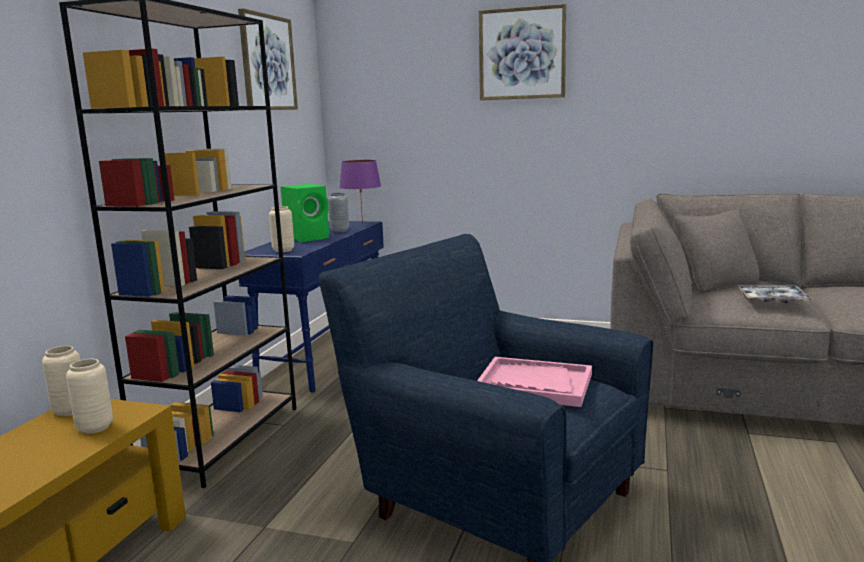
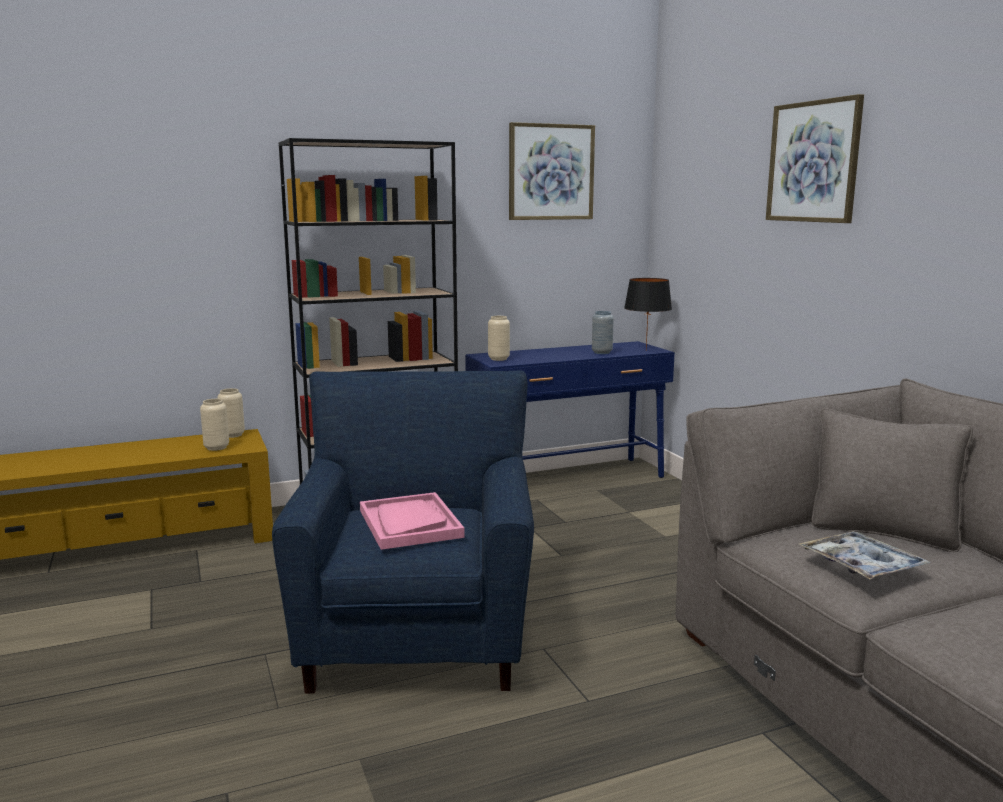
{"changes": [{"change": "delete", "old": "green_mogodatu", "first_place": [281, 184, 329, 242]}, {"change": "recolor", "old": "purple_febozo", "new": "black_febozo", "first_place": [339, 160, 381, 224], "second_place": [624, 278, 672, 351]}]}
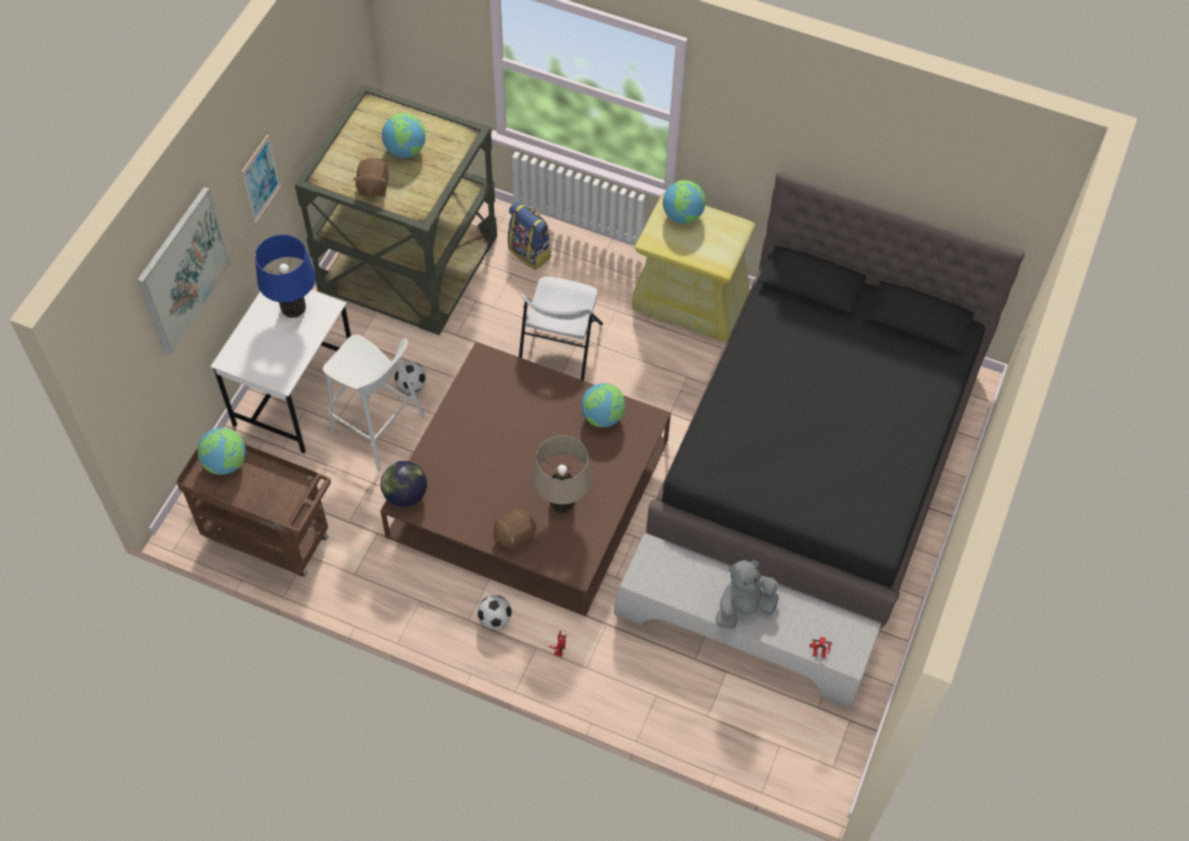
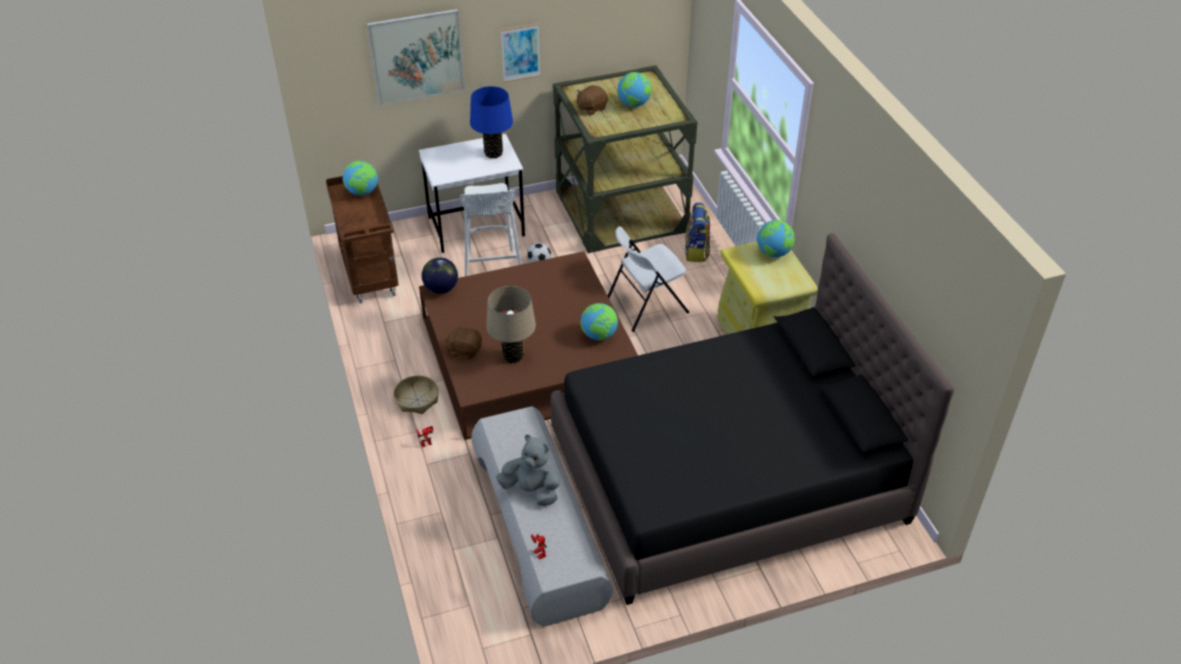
{"changes": [{"change": "replace", "old": "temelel", "new": "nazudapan", "first_place": [477, 595, 512, 630], "second_place": [393, 375, 439, 414]}]}
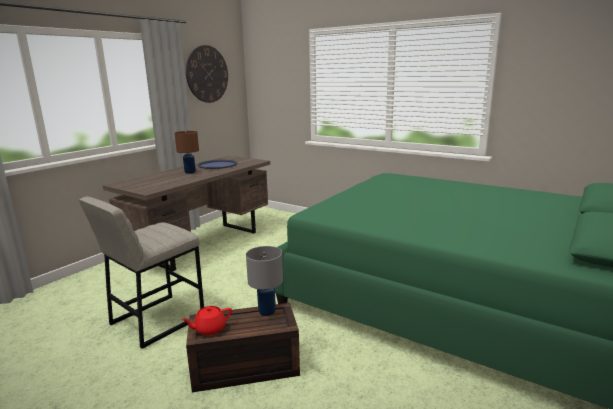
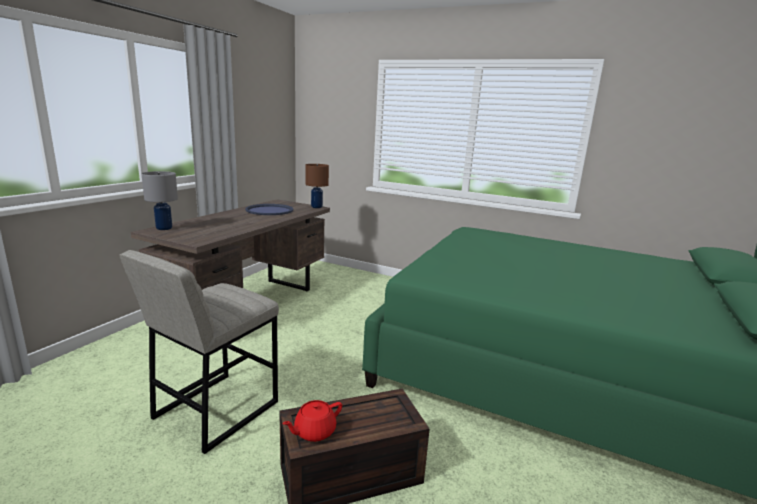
{"changes": [{"change": "delete", "old": "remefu", "first_place": [186, 45, 228, 103]}, {"change": "move", "old": "brown_febozo", "first_place": [175, 131, 199, 174], "second_place": [306, 164, 329, 208]}, {"change": "move", "old": "grey_febozo", "first_place": [246, 246, 283, 316], "second_place": [141, 171, 178, 230]}]}
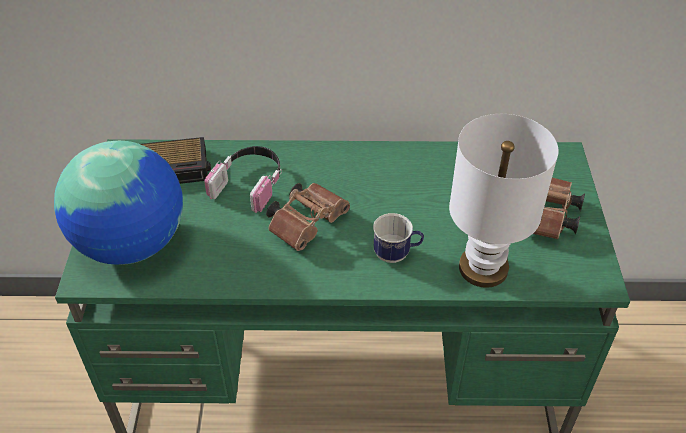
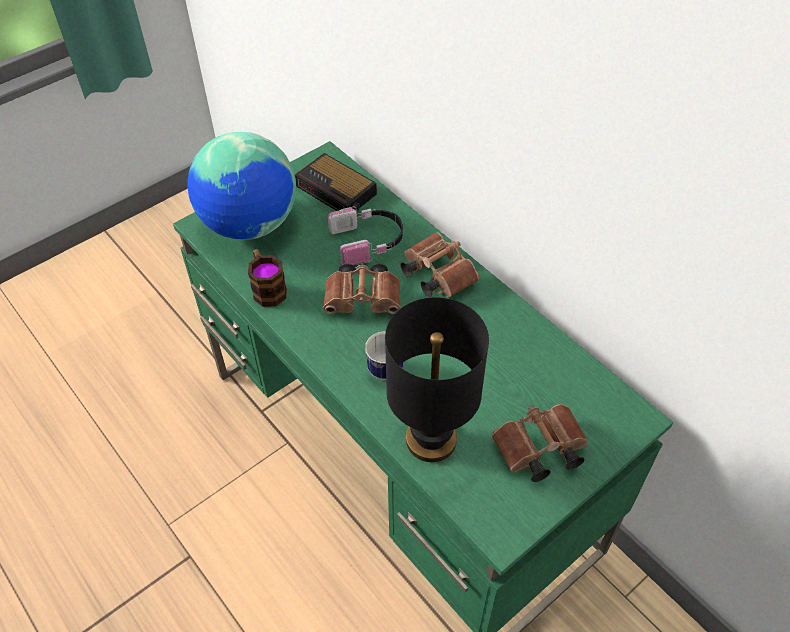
{"changes": [{"change": "insert", "new": "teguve", "second_place": [248, 249, 287, 307]}, {"change": "insert", "new": "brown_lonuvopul", "second_place": [401, 233, 479, 297]}, {"change": "recolor", "old": "white_febozo", "new": "black_febozo", "first_place": [449, 114, 559, 288], "second_place": [385, 297, 489, 462]}]}
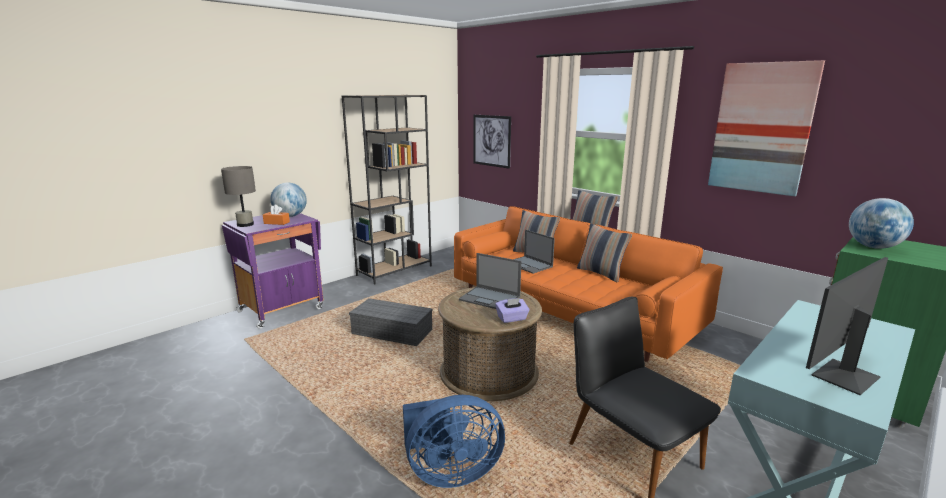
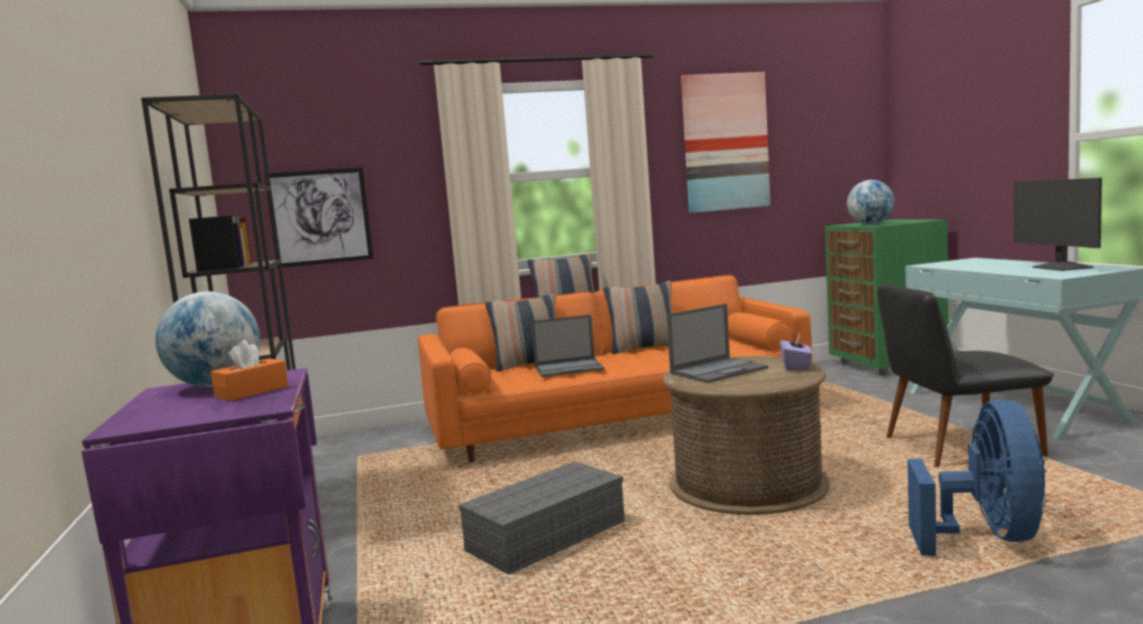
{"changes": [{"change": "delete", "old": "grey_febozo", "first_place": [221, 166, 256, 227]}]}
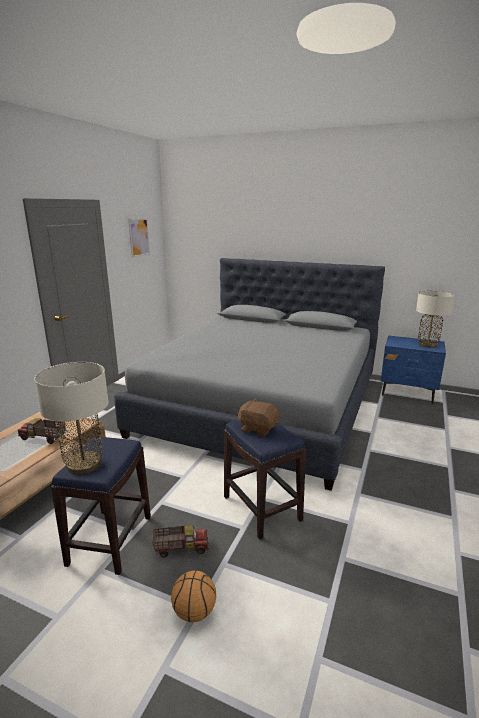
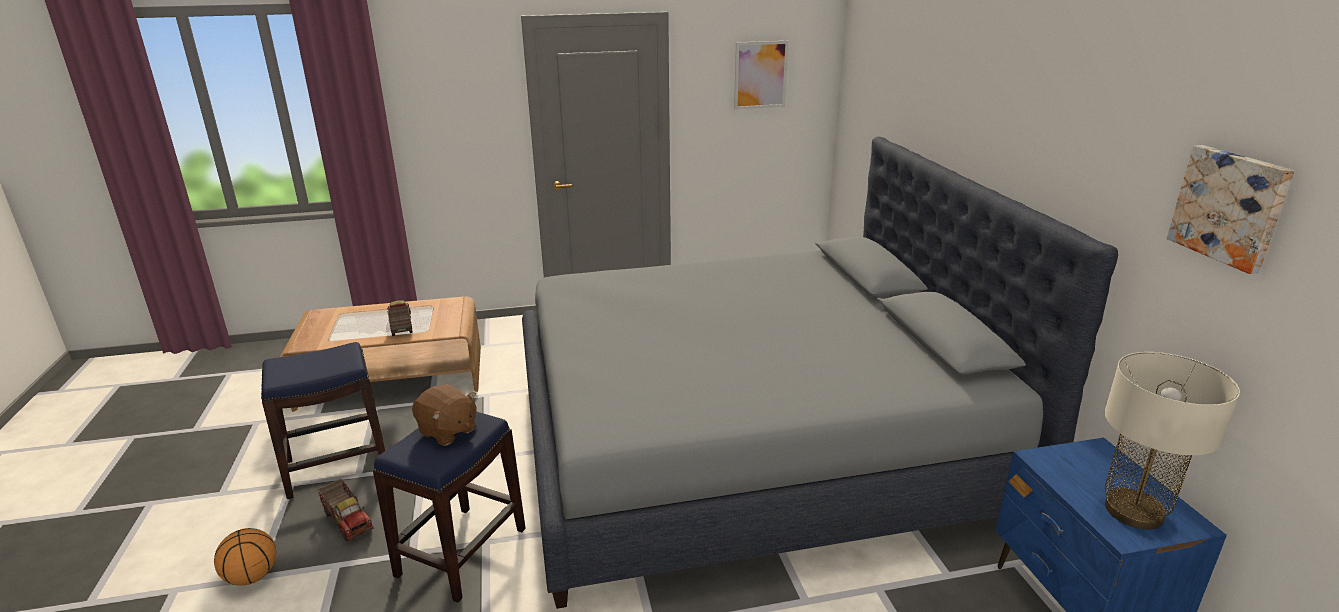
{"changes": [{"change": "delete", "old": "febozo", "first_place": [34, 362, 109, 475]}, {"change": "insert", "new": "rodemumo", "second_place": [1167, 145, 1295, 274]}, {"change": "rotate", "old": "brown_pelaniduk", "first_place": [237, 399, 279, 437], "second_place": [412, 384, 477, 446], "degrees": 135}]}
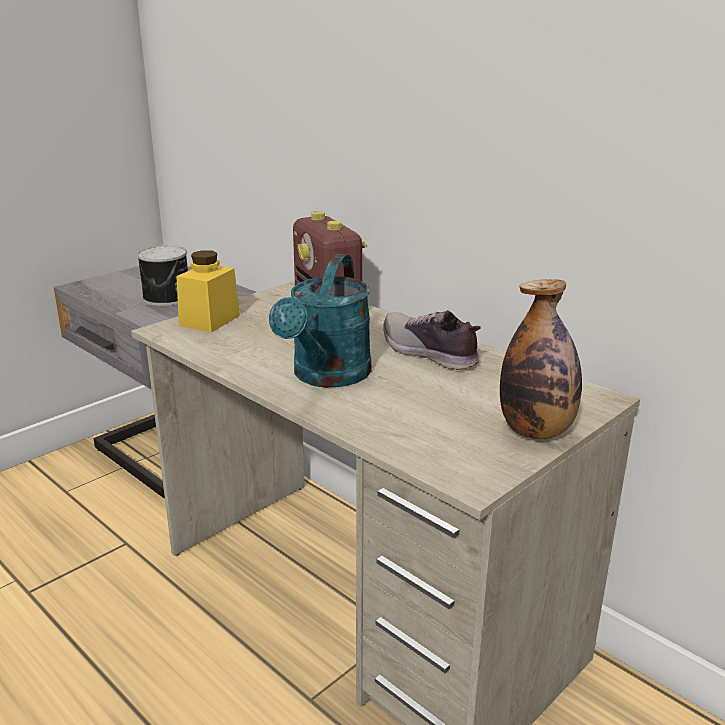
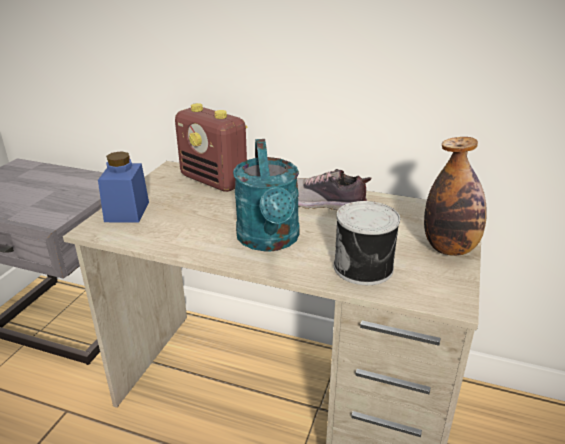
{"changes": [{"change": "move", "old": "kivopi", "first_place": [137, 245, 188, 306], "second_place": [334, 201, 400, 285]}, {"change": "recolor", "old": "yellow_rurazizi", "new": "blue_rurazizi", "first_place": [177, 250, 240, 332], "second_place": [98, 151, 149, 222]}]}
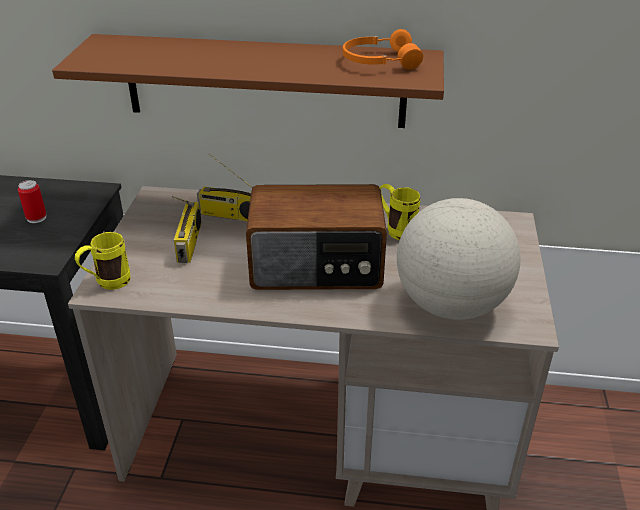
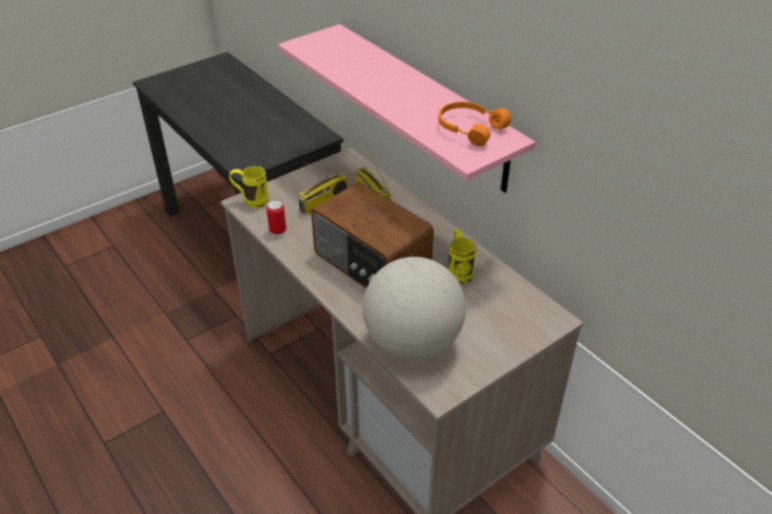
{"changes": [{"change": "move", "old": "kivopi", "first_place": [18, 180, 46, 223], "second_place": [266, 200, 286, 236]}, {"change": "recolor", "old": "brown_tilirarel", "new": "pink_tilirarel", "first_place": [52, 34, 444, 128], "second_place": [278, 24, 536, 193]}]}
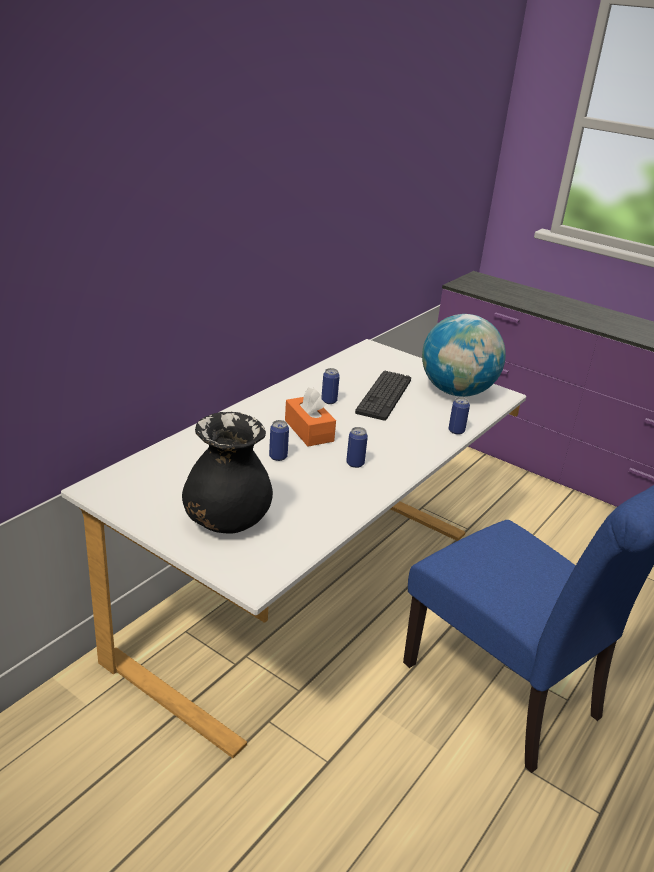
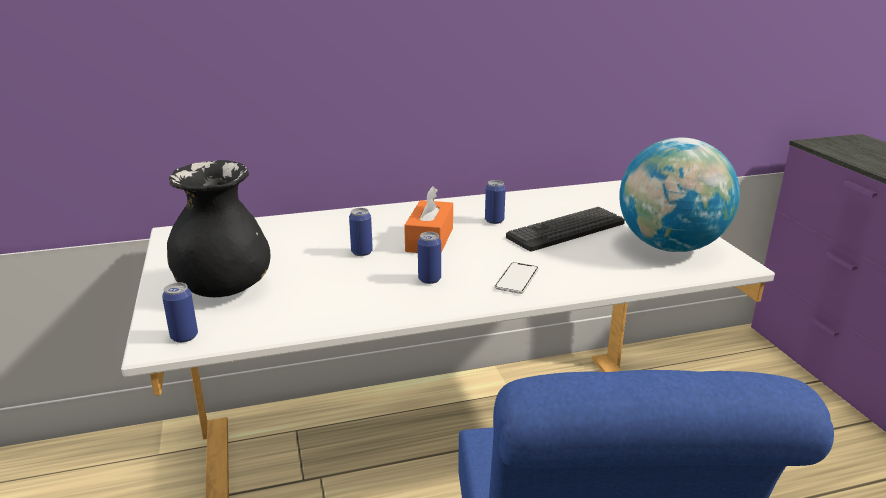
{"changes": [{"change": "insert", "new": "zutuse", "second_place": [494, 262, 539, 294]}, {"change": "move", "old": "kivopi", "first_place": [449, 397, 470, 435], "second_place": [162, 282, 198, 343]}]}
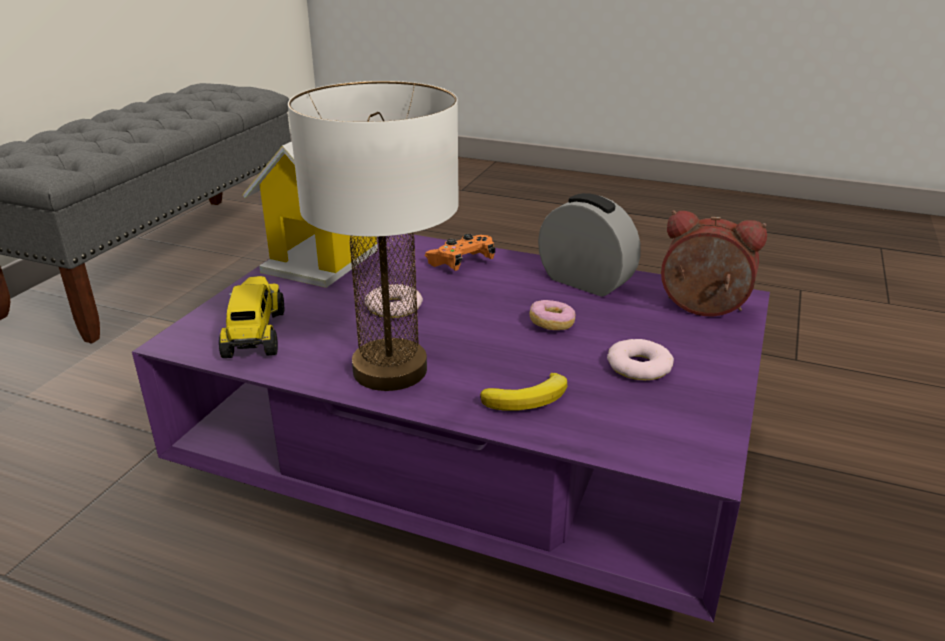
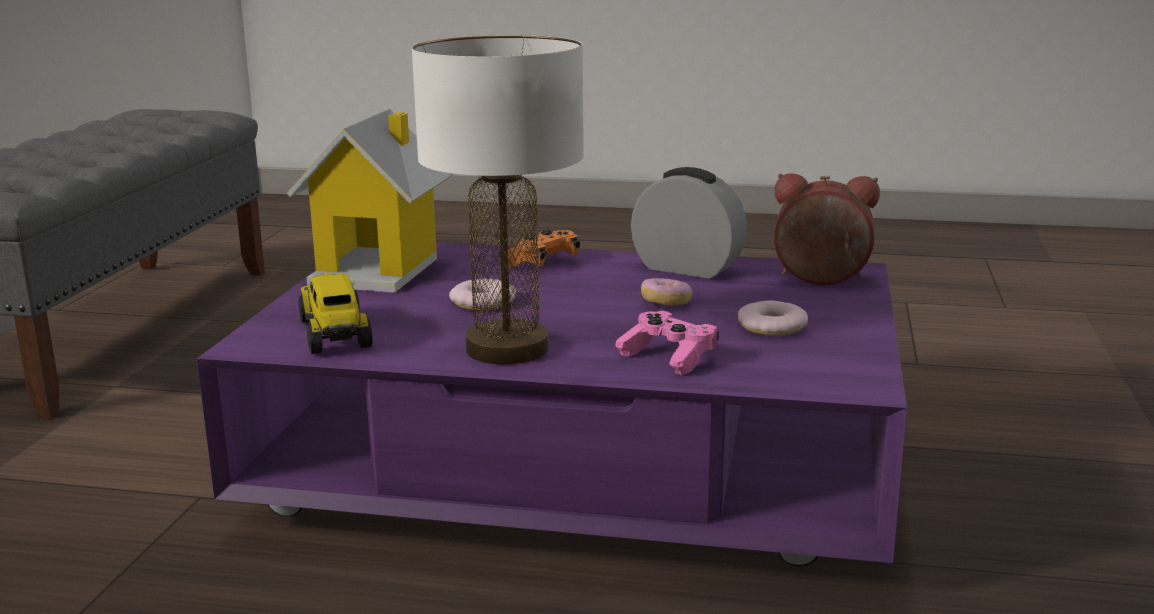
{"changes": [{"change": "replace", "old": "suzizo", "new": "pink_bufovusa", "first_place": [480, 373, 567, 411], "second_place": [615, 311, 719, 375]}]}
